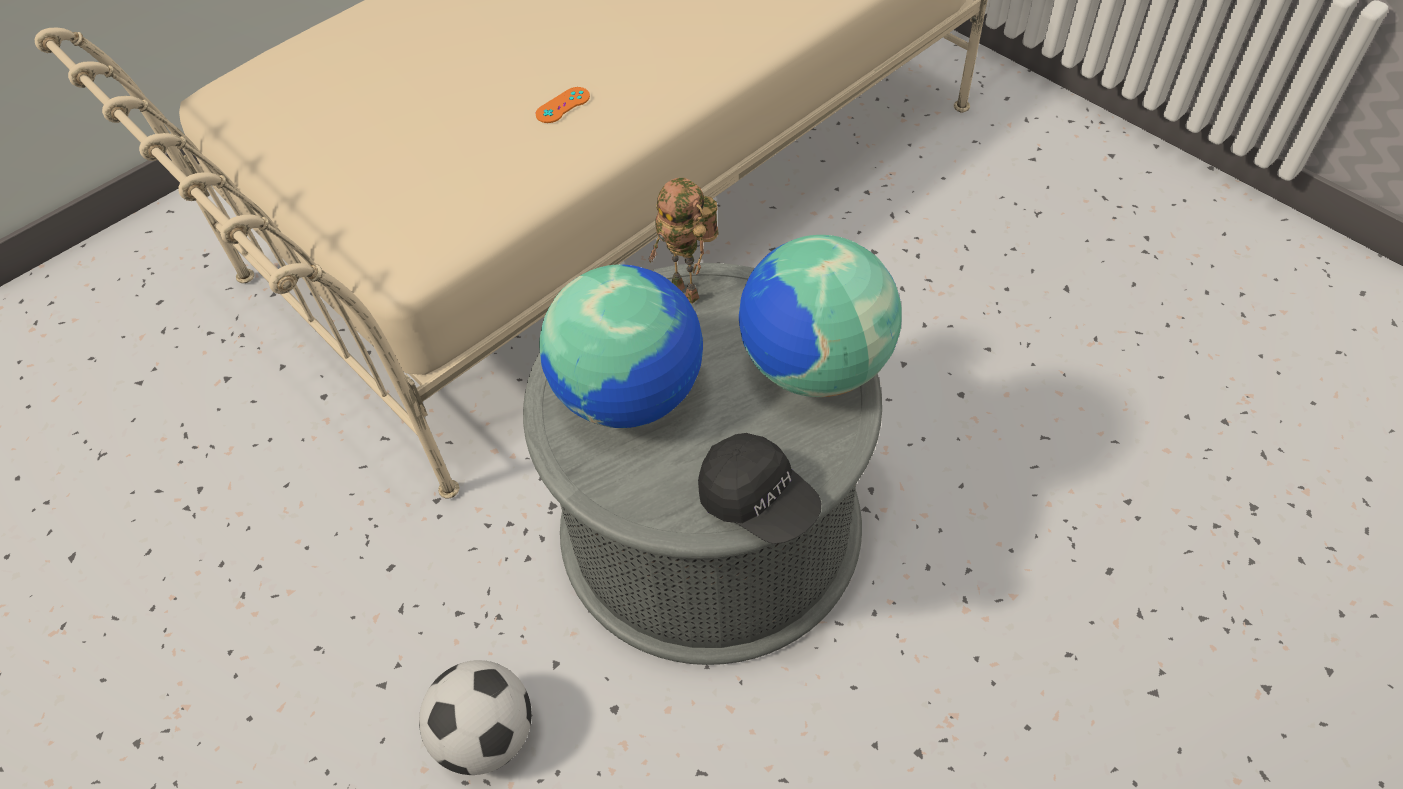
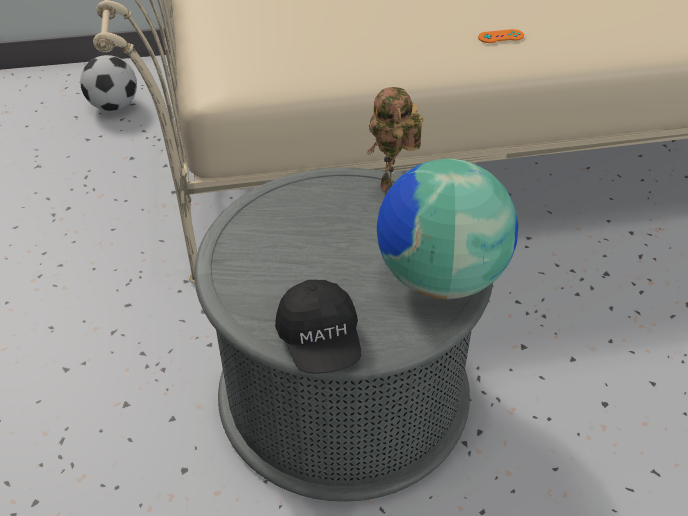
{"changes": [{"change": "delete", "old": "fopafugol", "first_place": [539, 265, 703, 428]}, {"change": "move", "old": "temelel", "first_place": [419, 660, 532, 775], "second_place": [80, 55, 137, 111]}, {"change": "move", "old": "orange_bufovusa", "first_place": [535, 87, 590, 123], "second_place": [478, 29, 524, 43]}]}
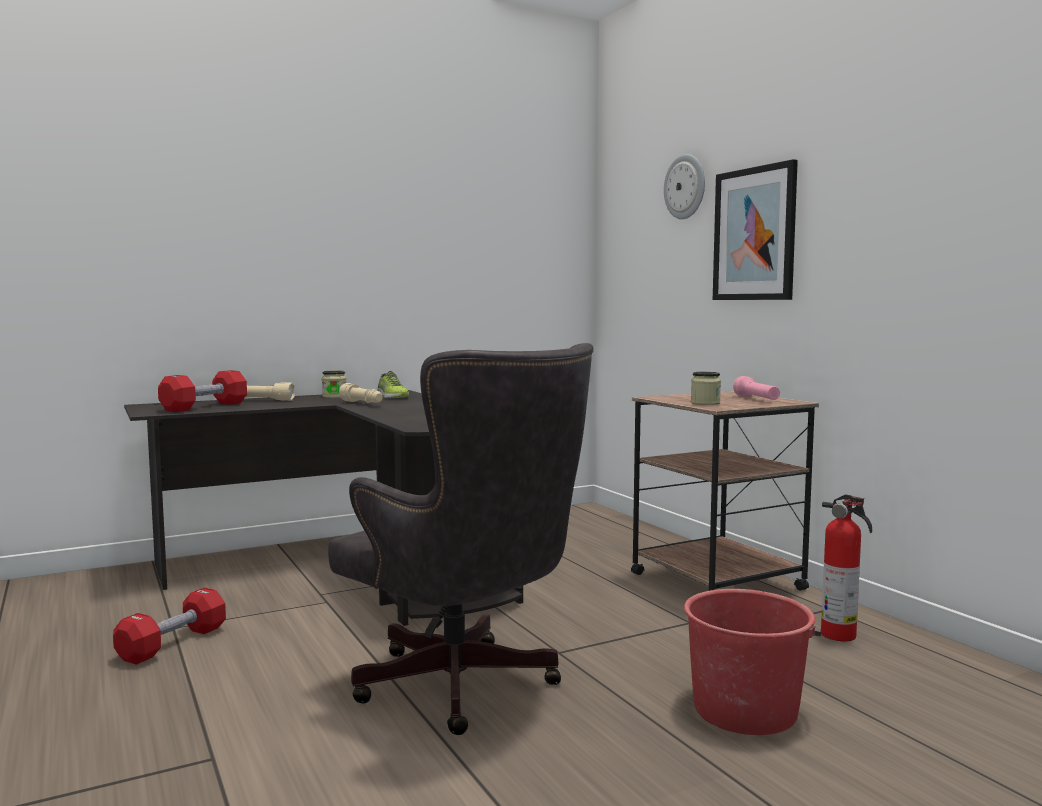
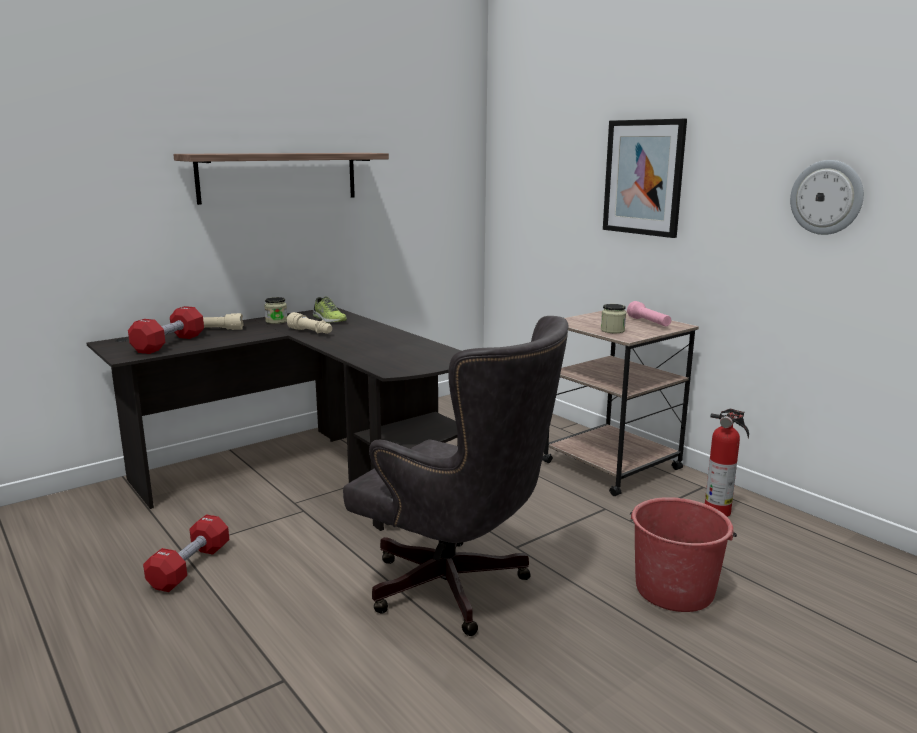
{"changes": [{"change": "insert", "new": "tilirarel", "second_place": [173, 153, 389, 205]}, {"change": "move", "old": "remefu", "first_place": [664, 154, 705, 219], "second_place": [790, 160, 864, 235]}]}
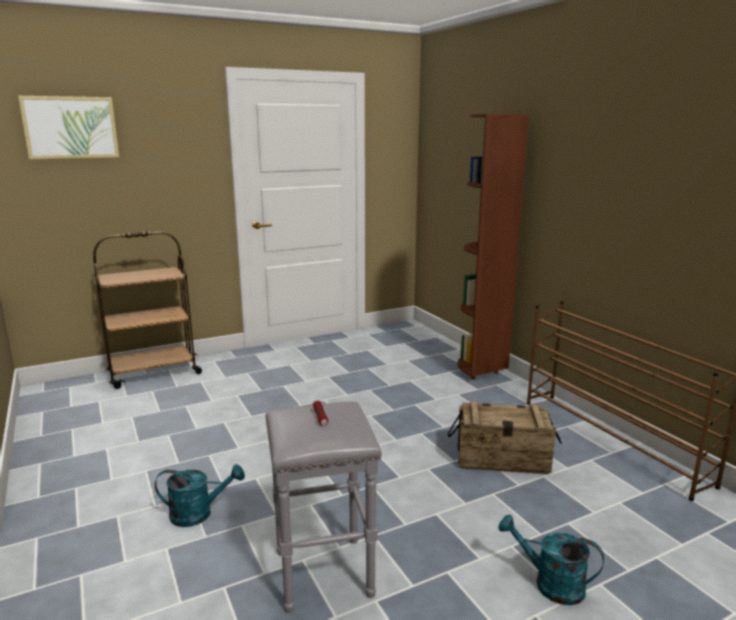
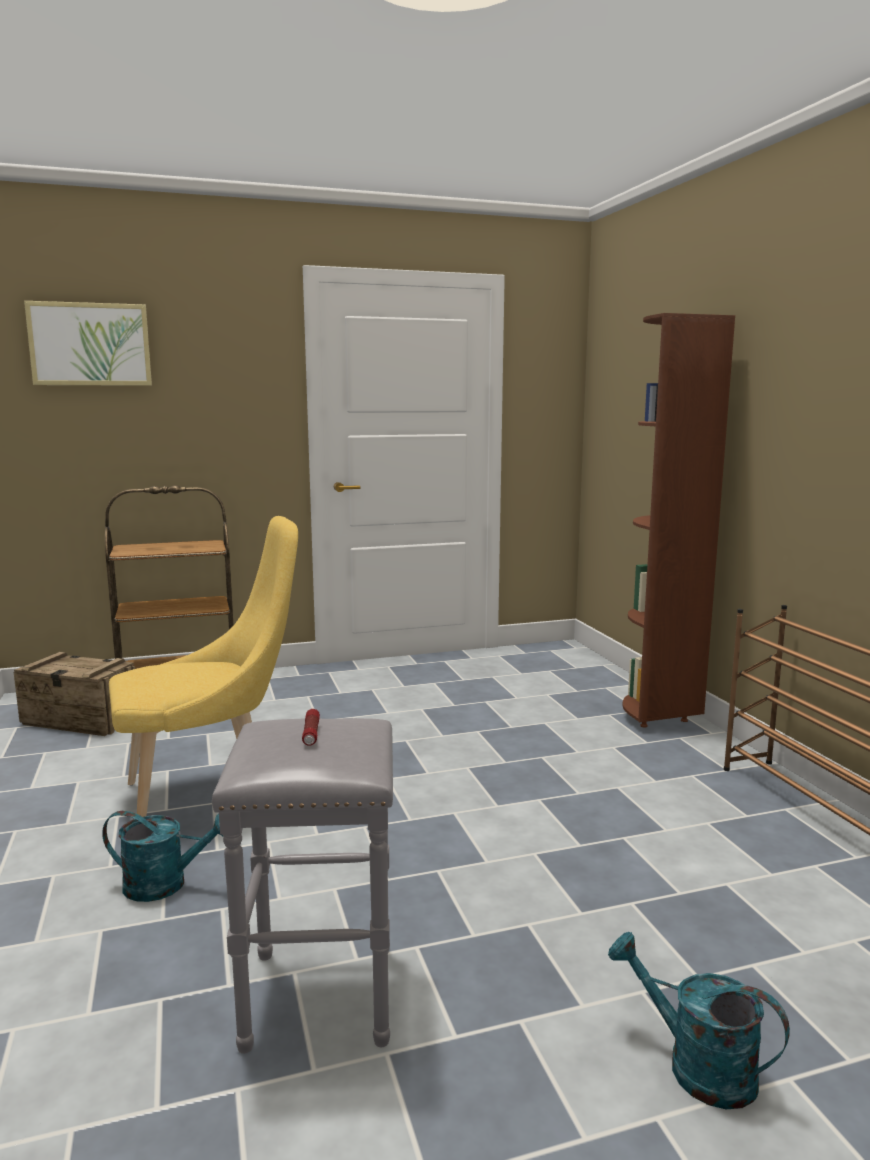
{"changes": [{"change": "insert", "new": "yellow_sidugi", "second_place": [109, 516, 298, 817]}, {"change": "move", "old": "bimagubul", "first_place": [448, 401, 562, 474], "second_place": [14, 652, 135, 736]}]}
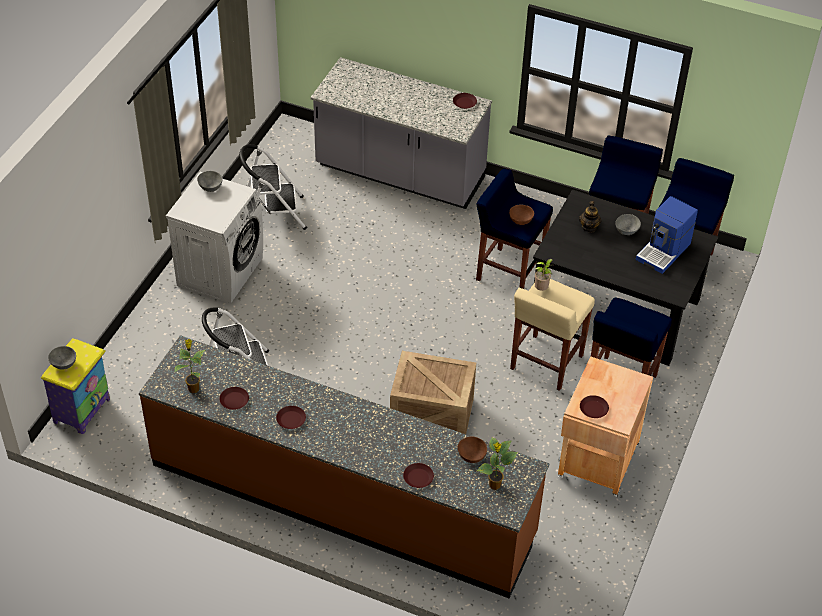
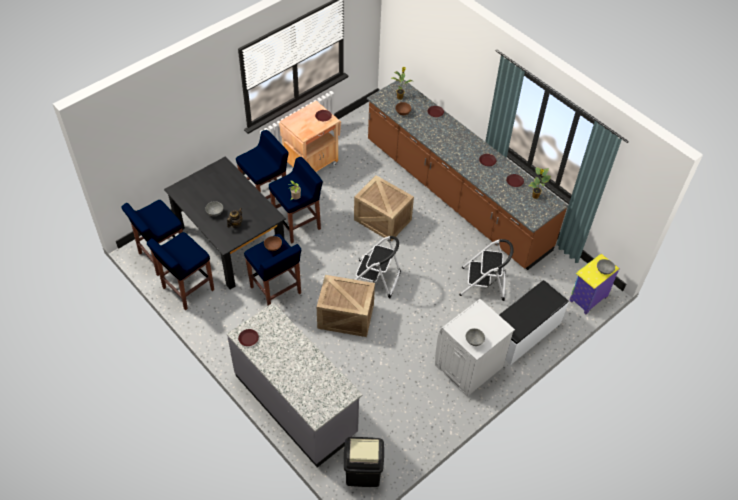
{"changes": [{"change": "delete", "old": "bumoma", "first_place": [635, 196, 698, 274]}, {"change": "insert", "new": "bimagubul", "second_place": [317, 275, 375, 337]}, {"change": "insert", "new": "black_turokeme", "second_place": [344, 437, 384, 487]}, {"change": "insert", "new": "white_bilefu", "second_place": [499, 280, 569, 365]}, {"change": "move", "old": "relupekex", "first_place": [239, 144, 307, 230], "second_place": [354, 236, 401, 298]}, {"change": "recolor", "old": "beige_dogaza", "new": "blue_dogaza", "first_place": [510, 279, 595, 391], "second_place": [269, 157, 323, 243]}]}
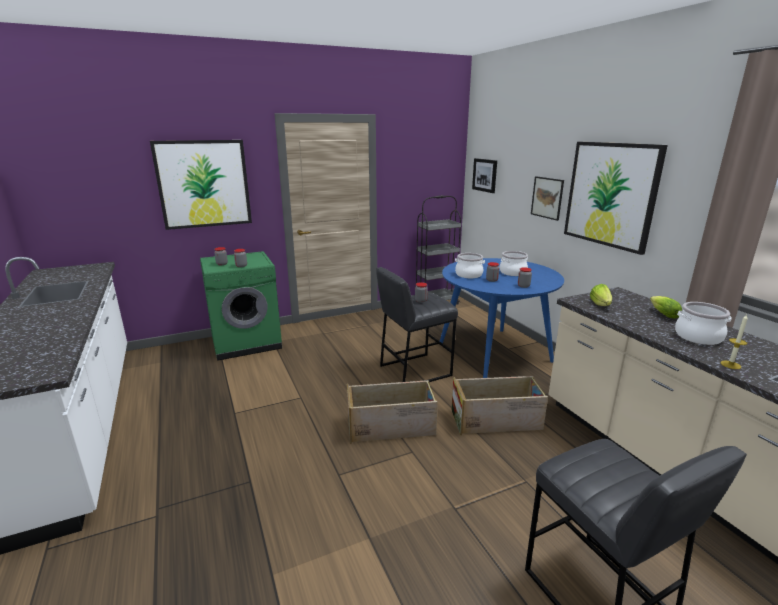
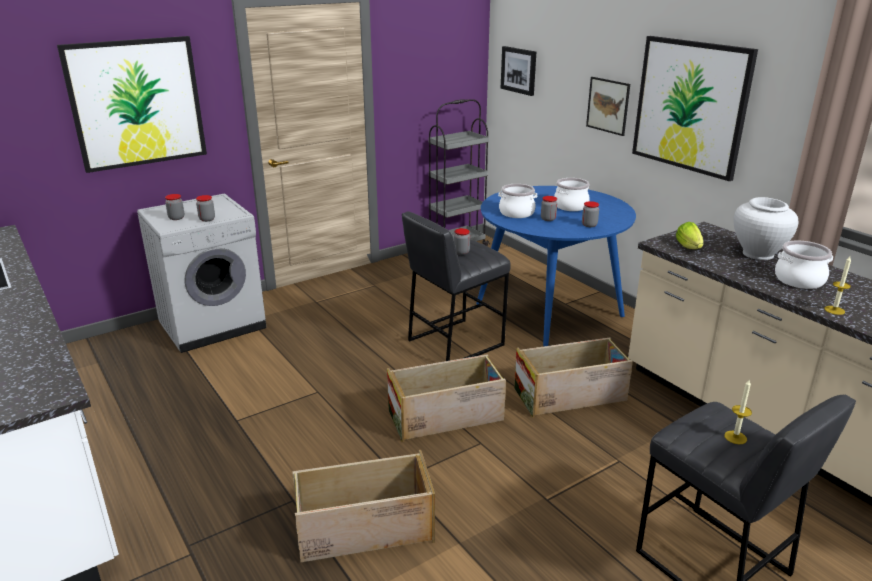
{"changes": [{"change": "insert", "new": "bimagubul", "second_place": [292, 450, 435, 562]}, {"change": "insert", "new": "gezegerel", "second_place": [724, 380, 752, 444]}, {"change": "replace", "old": "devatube", "new": "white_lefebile", "first_place": [650, 296, 682, 318], "second_place": [733, 197, 799, 260]}, {"change": "recolor", "old": "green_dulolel", "new": "white_dulolel", "first_place": [200, 251, 282, 361], "second_place": [137, 194, 266, 353]}]}
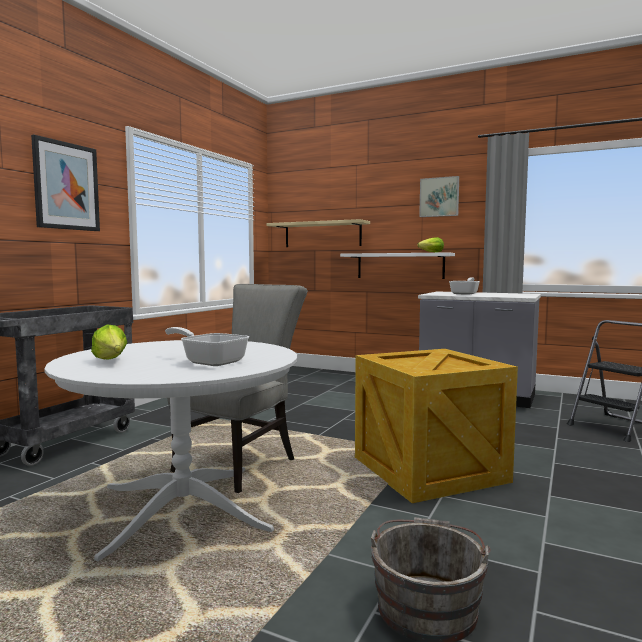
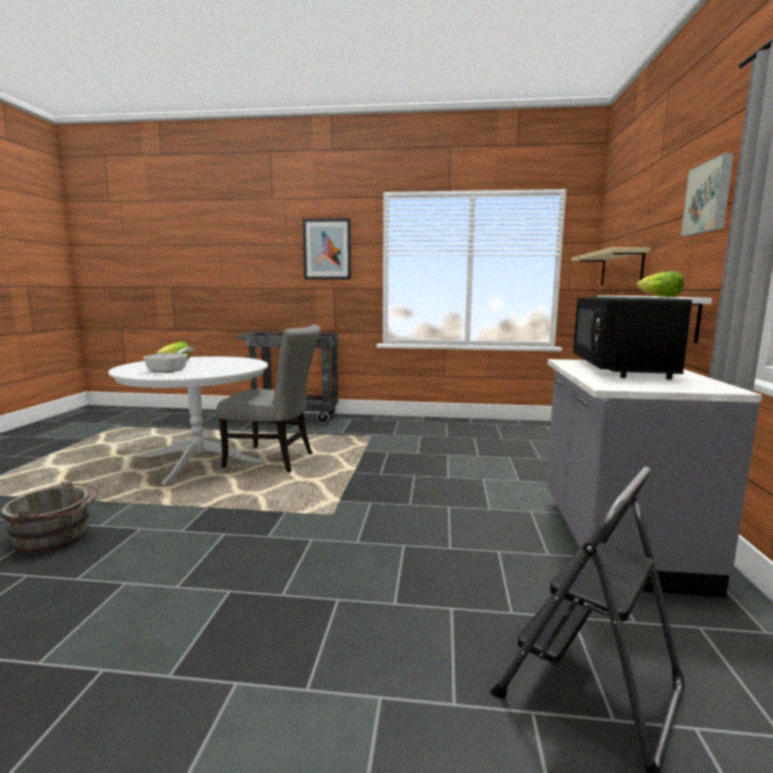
{"changes": [{"change": "delete", "old": "bimagubul", "first_place": [355, 349, 518, 503]}, {"change": "replace", "old": "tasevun", "new": "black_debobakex", "first_place": [449, 277, 480, 295], "second_place": [573, 297, 692, 380]}]}
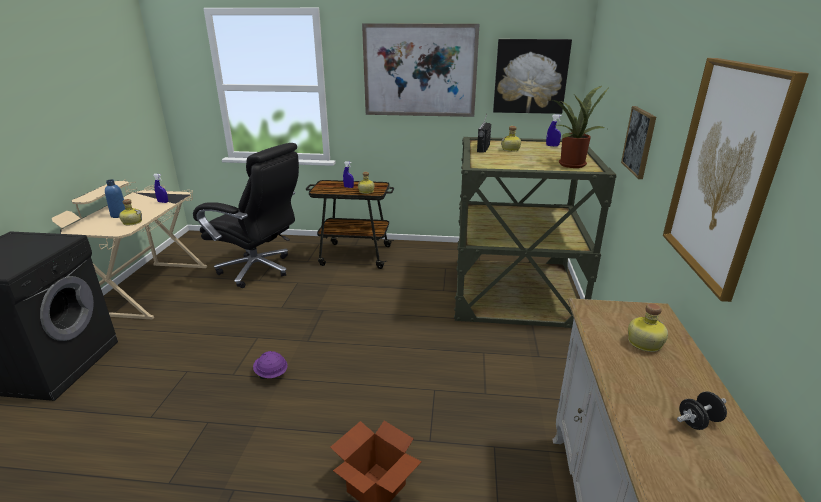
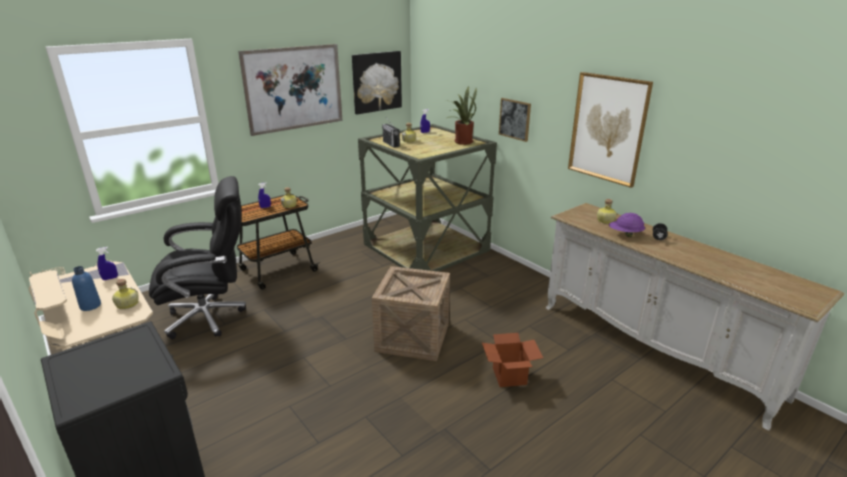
{"changes": [{"change": "insert", "new": "bimagubul", "second_place": [372, 266, 450, 361]}, {"change": "move", "old": "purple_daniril", "first_place": [253, 351, 288, 379], "second_place": [609, 213, 645, 237]}]}
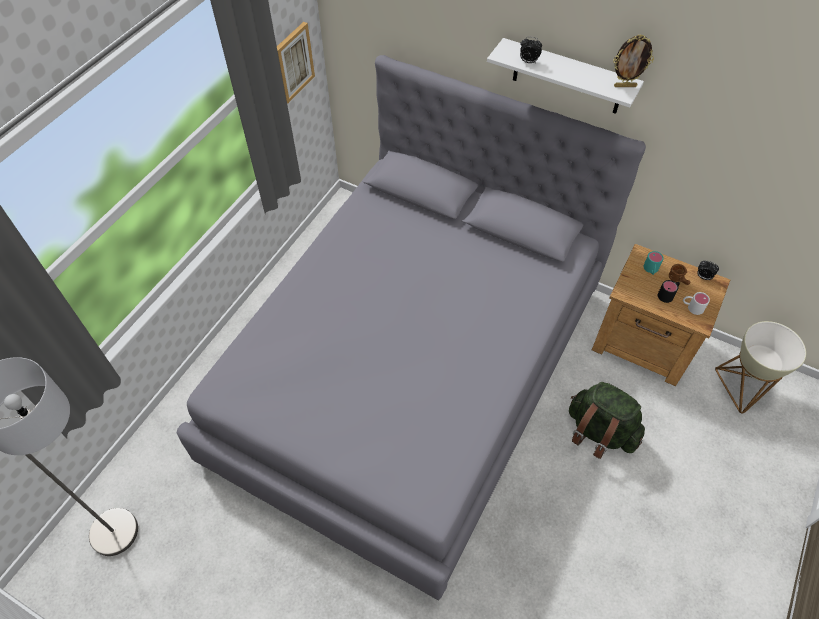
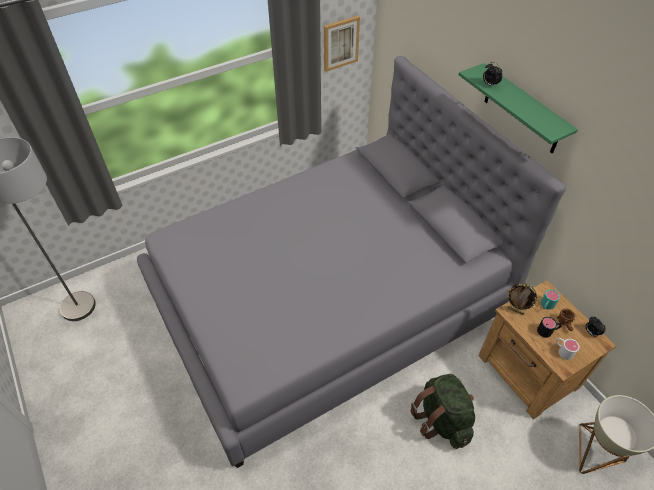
{"changes": [{"change": "move", "old": "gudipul", "first_place": [613, 34, 654, 87], "second_place": [507, 283, 537, 315]}, {"change": "recolor", "old": "white_tilirarel", "new": "green_tilirarel", "first_place": [487, 38, 644, 114], "second_place": [459, 63, 578, 153]}]}
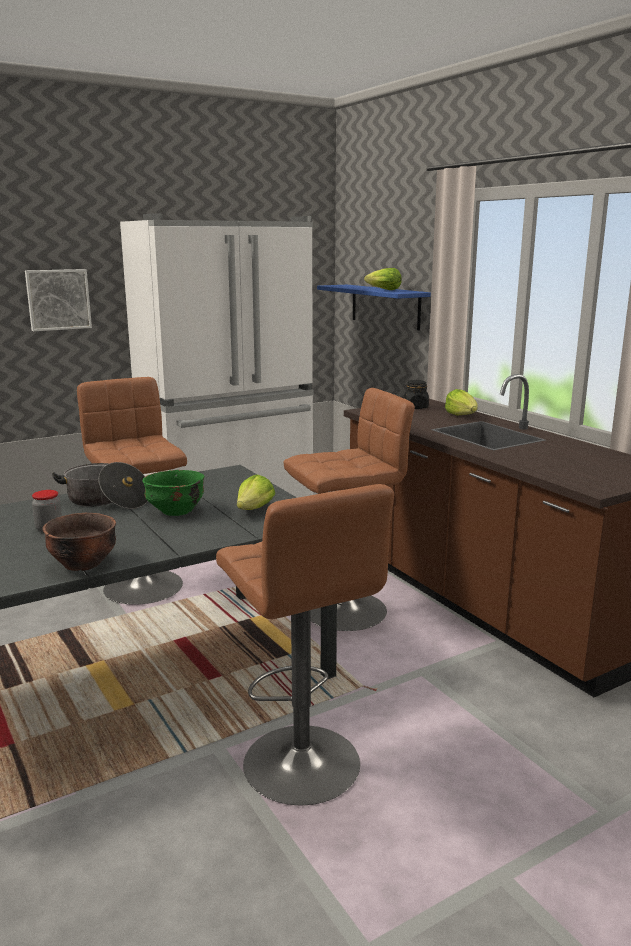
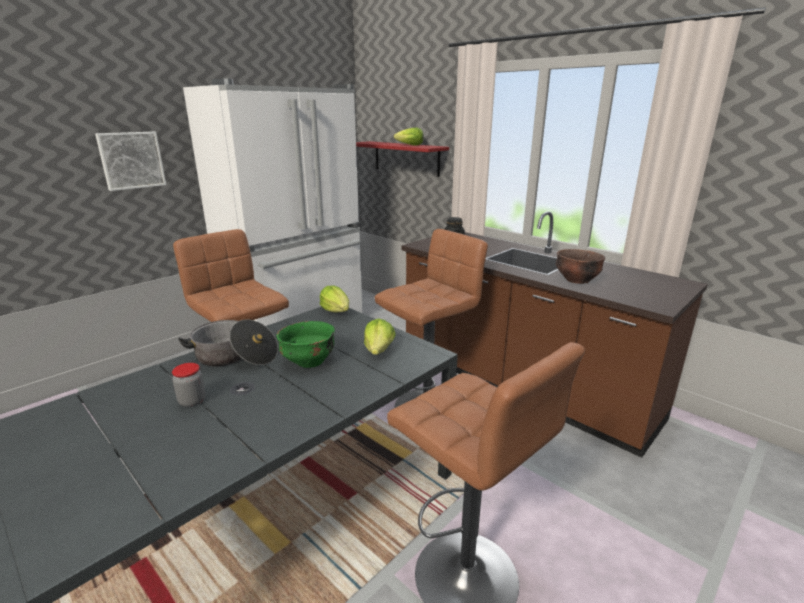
{"changes": [{"change": "move", "old": "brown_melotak", "first_place": [43, 513, 116, 571], "second_place": [556, 249, 606, 284]}, {"change": "move", "old": "devatube", "first_place": [445, 389, 477, 415], "second_place": [320, 286, 349, 312]}, {"change": "recolor", "old": "blue_tilirarel", "new": "red_tilirarel", "first_place": [317, 285, 431, 331], "second_place": [356, 141, 449, 177]}]}
